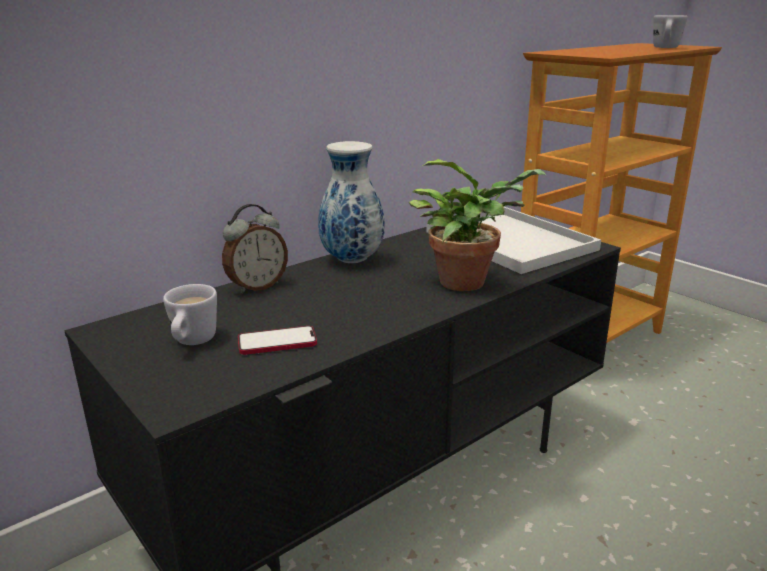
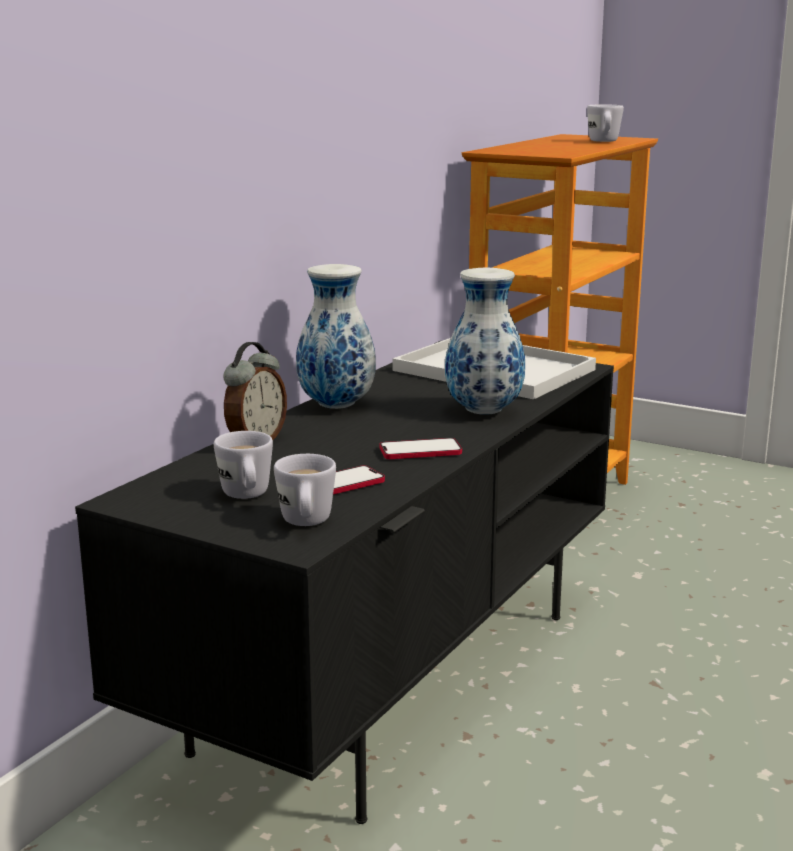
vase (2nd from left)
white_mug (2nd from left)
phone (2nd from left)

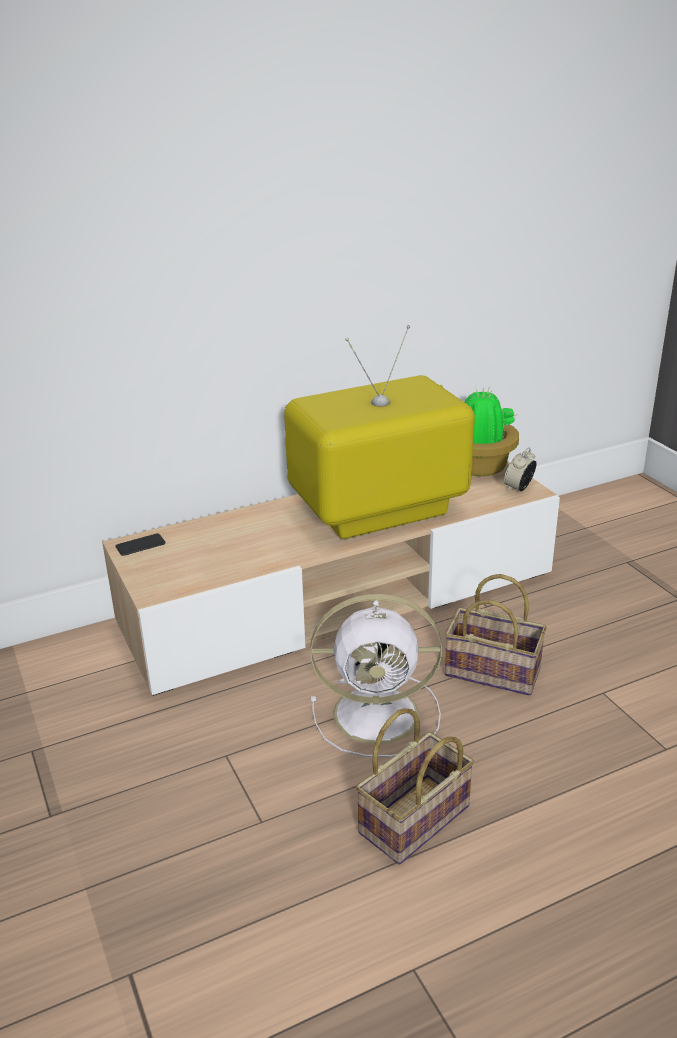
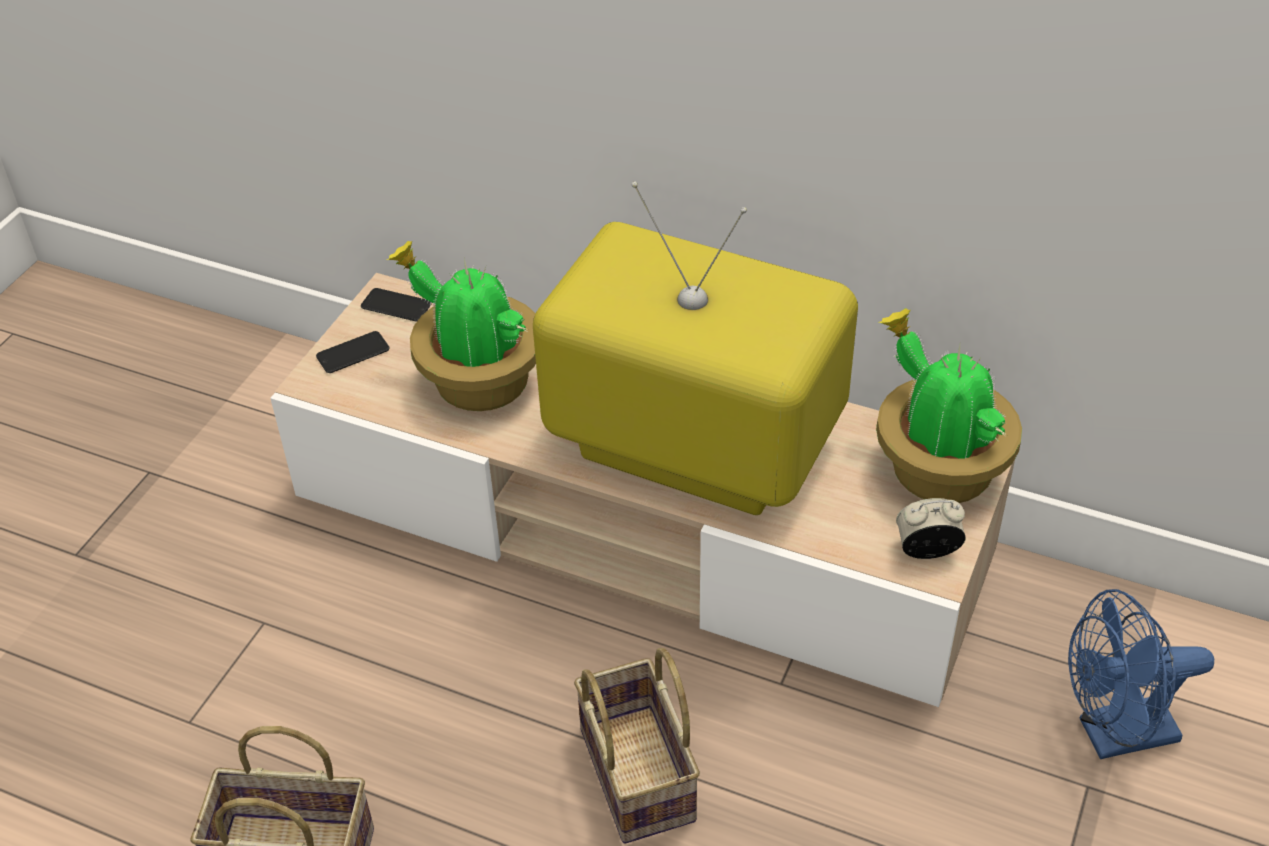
white_fan
phone (1st from left)
potted_plant (1st from left)
blue_fan

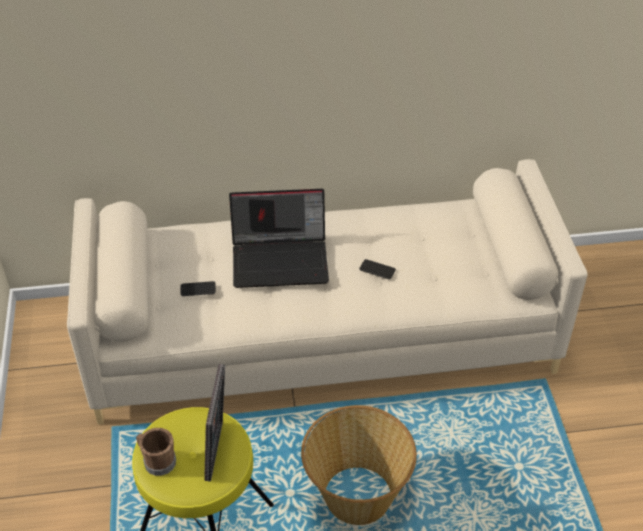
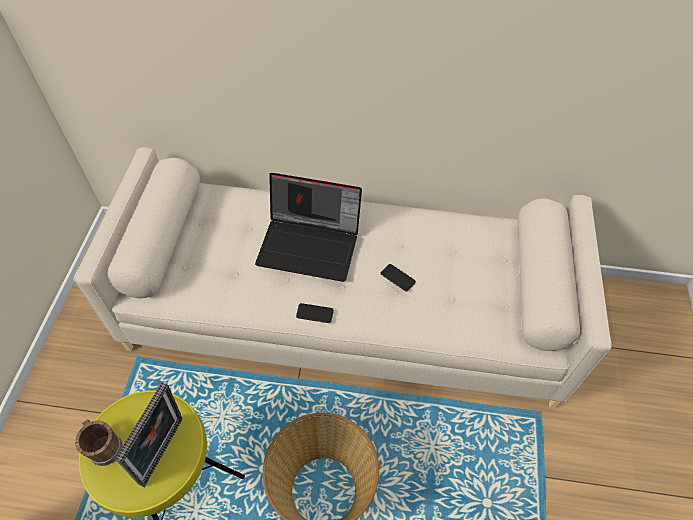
phone (1st from left)

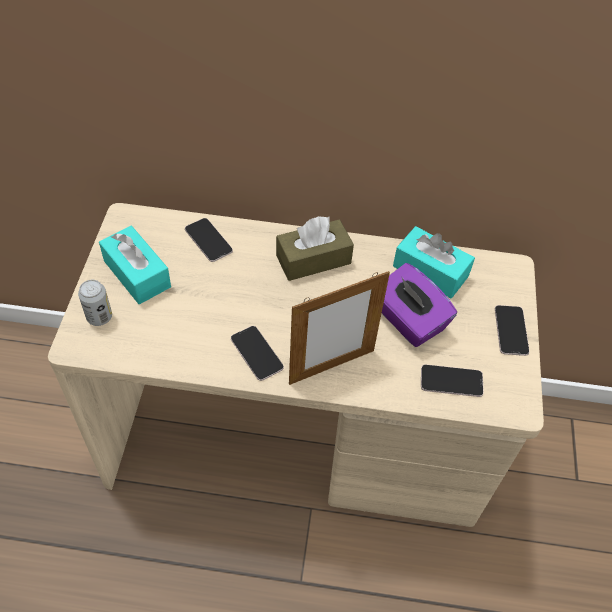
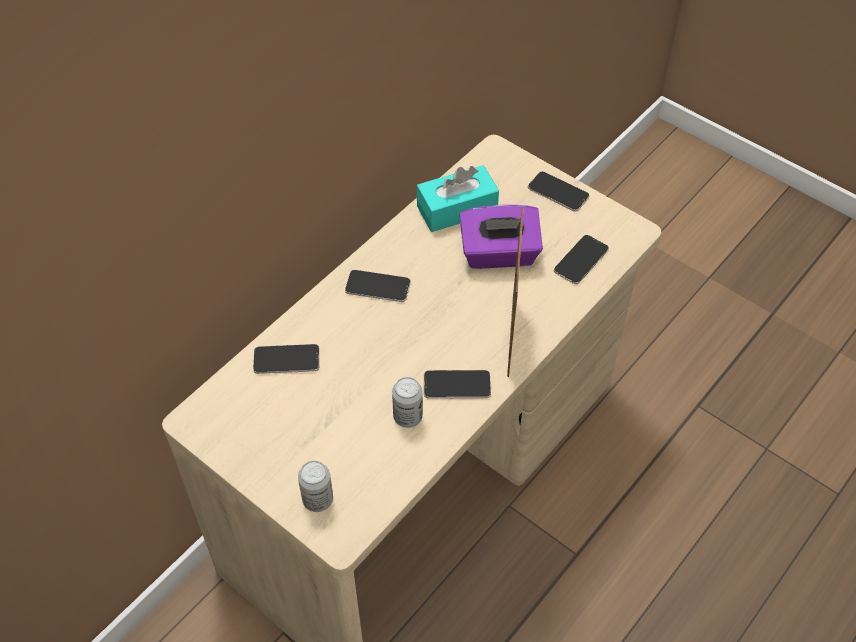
turquoise_tissue_box (1st from left in the first image)
phone (2nd from left)
can (2nd from left)

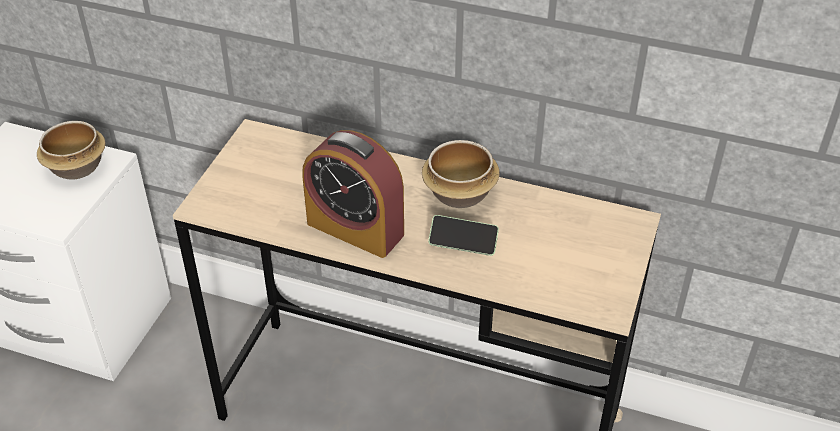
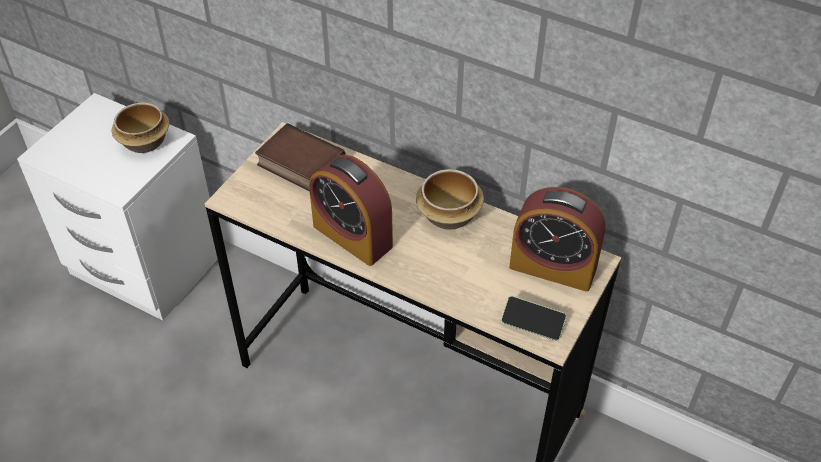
phone
book
alarm_clock (2nd from left)

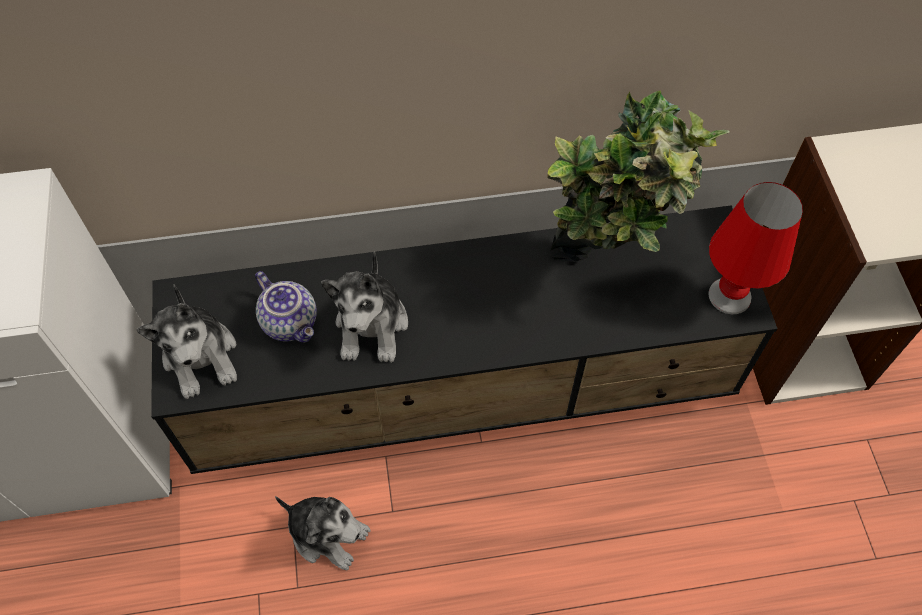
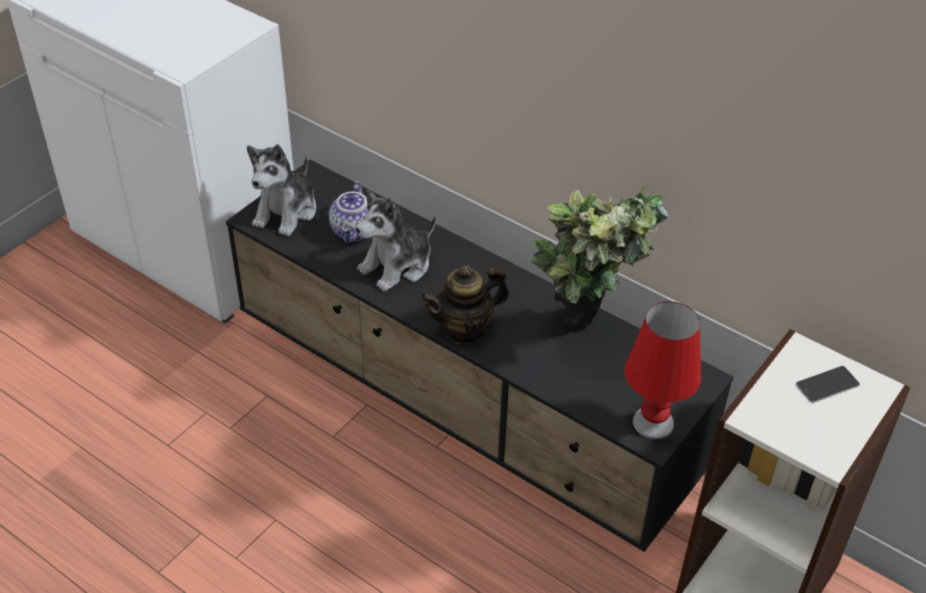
plush_toy (2nd from left in the first image)
teapot (2nd from left)
phone

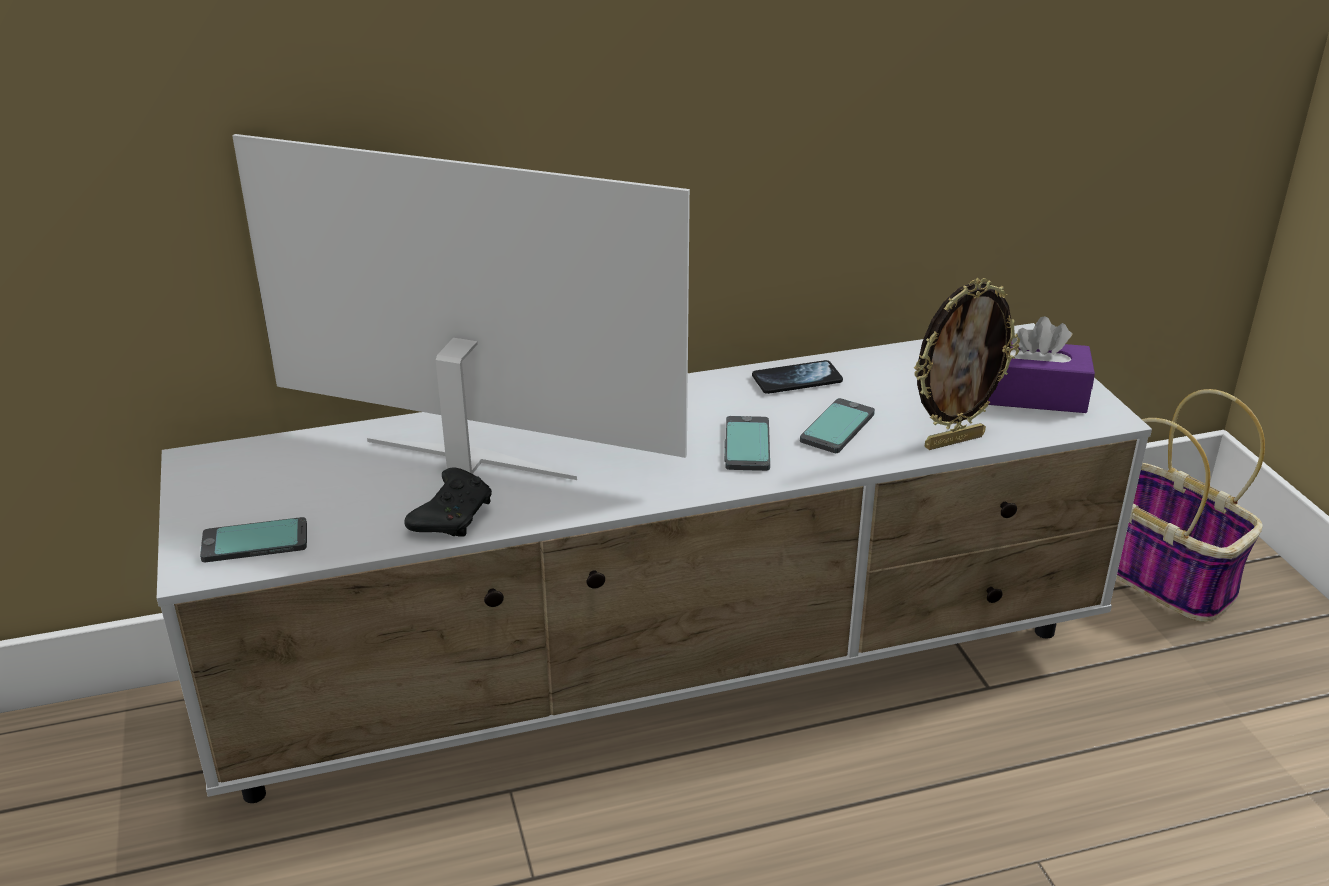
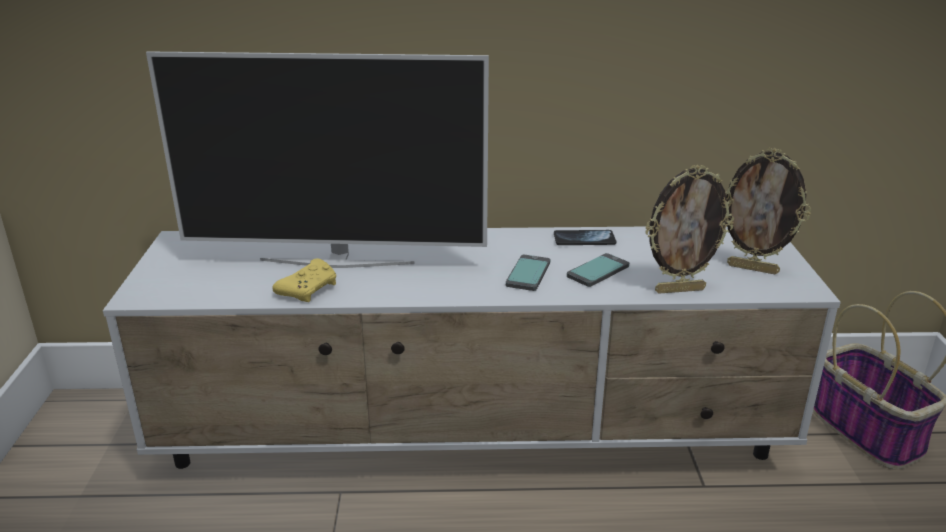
phone (1st from left in the first image)
television
yellow_game_controller
picture_frame (2nd from left)

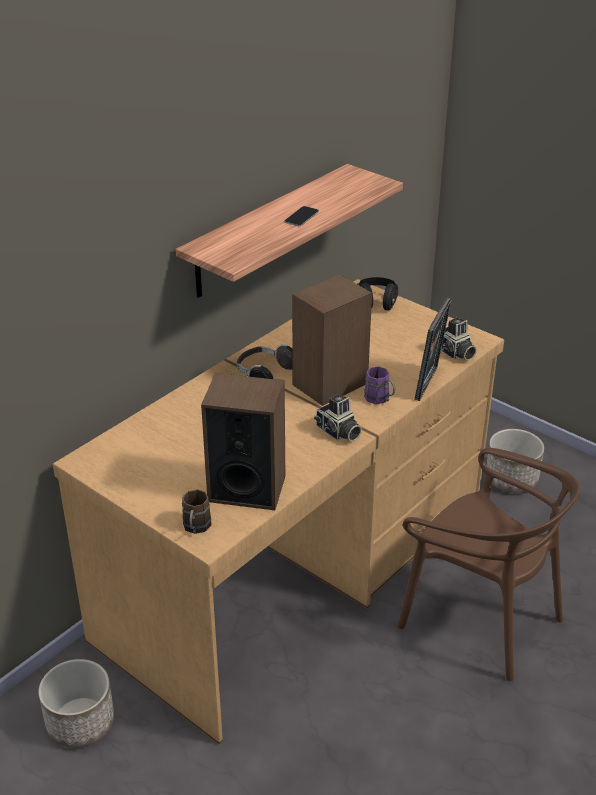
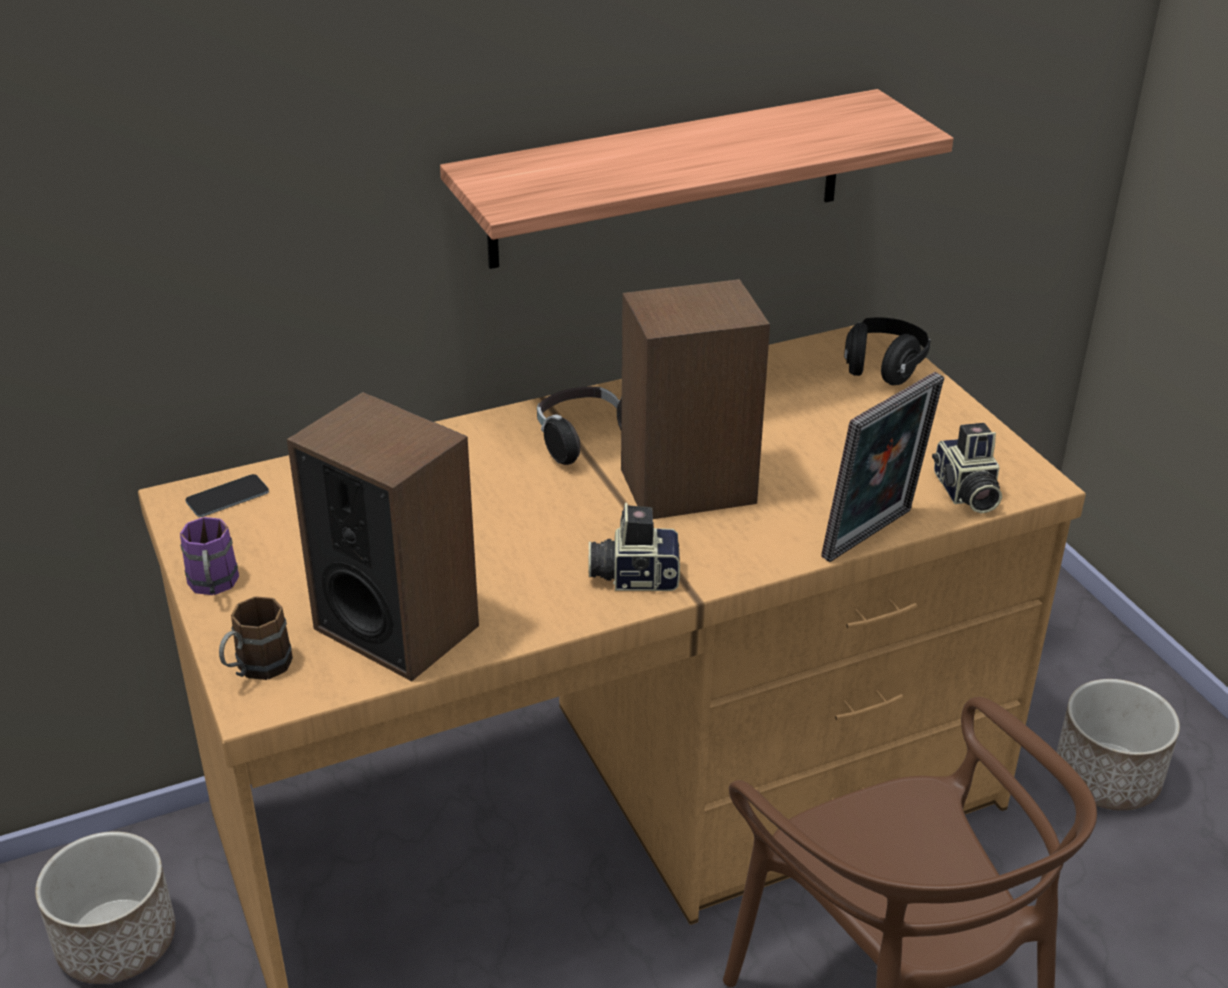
phone
photo_camera (1st from left)
purple_mug

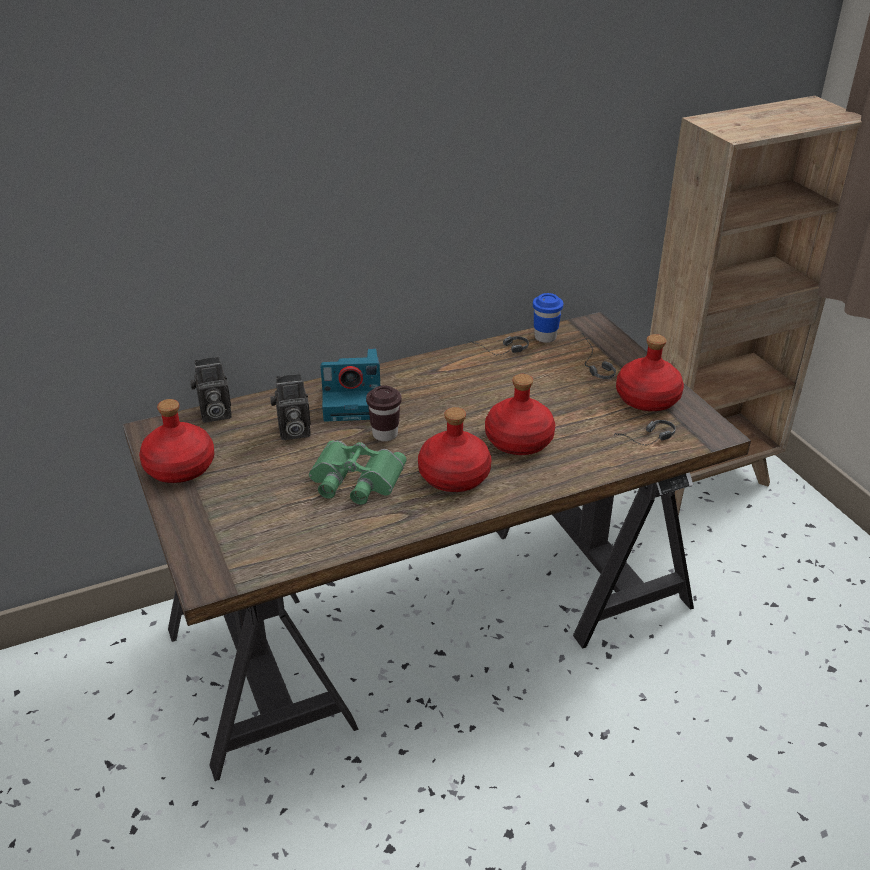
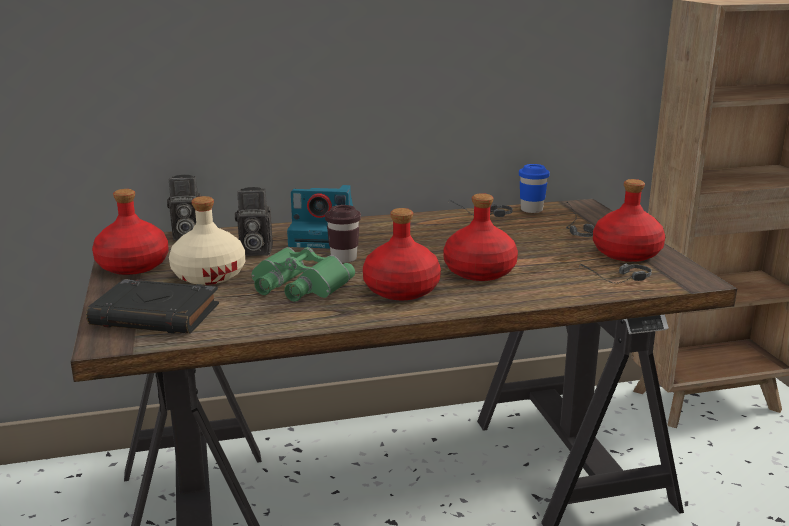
black_book
beige_bottle

